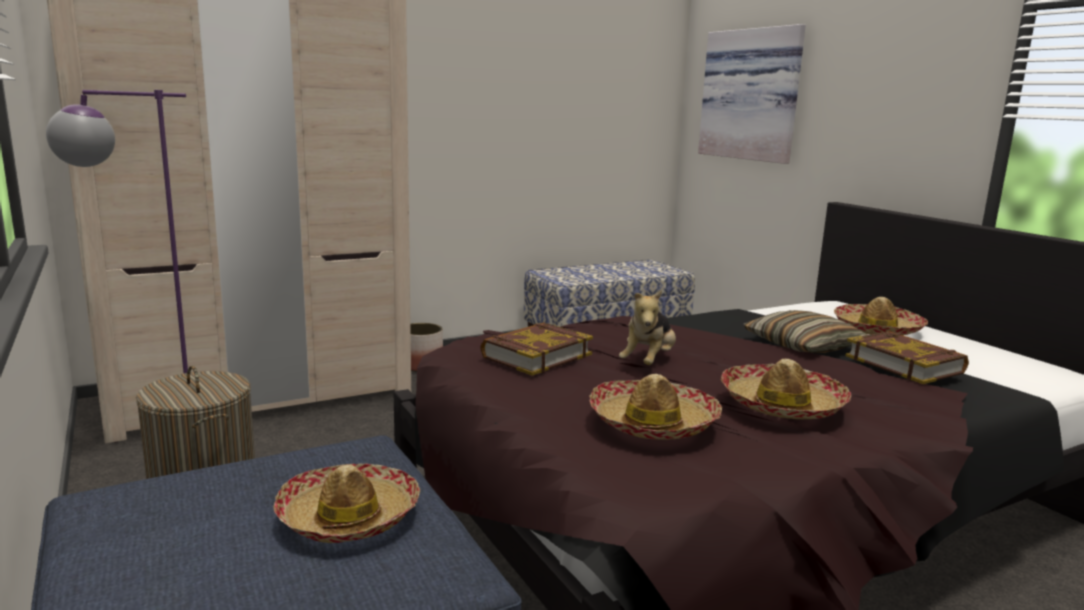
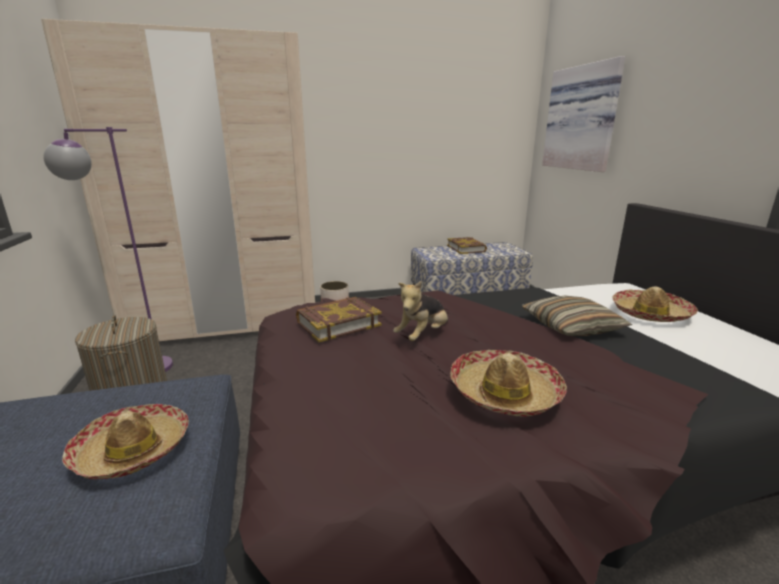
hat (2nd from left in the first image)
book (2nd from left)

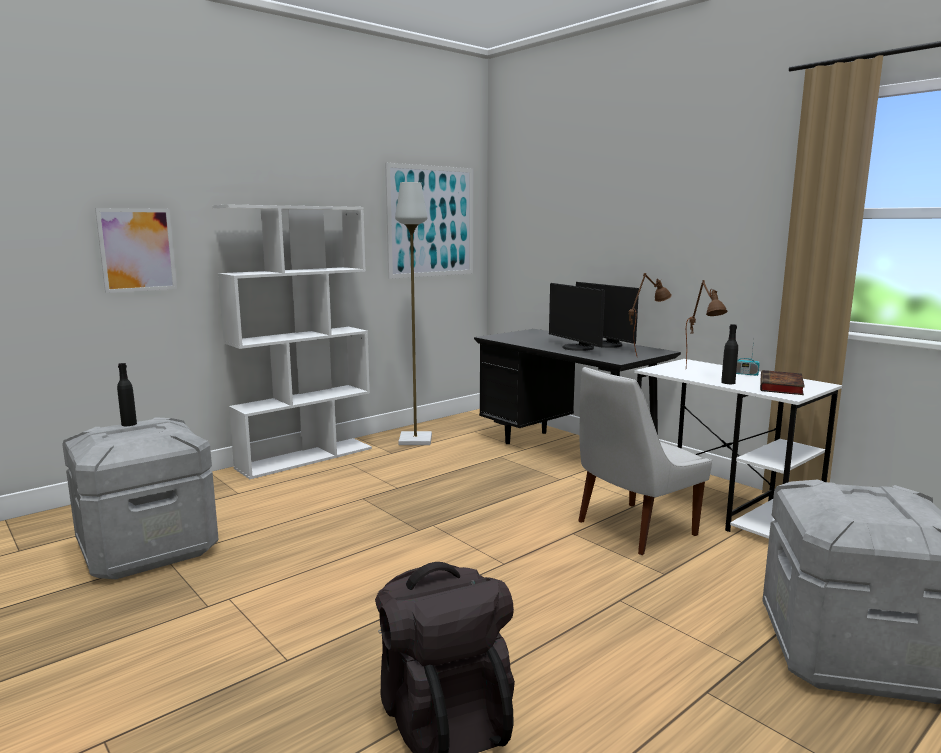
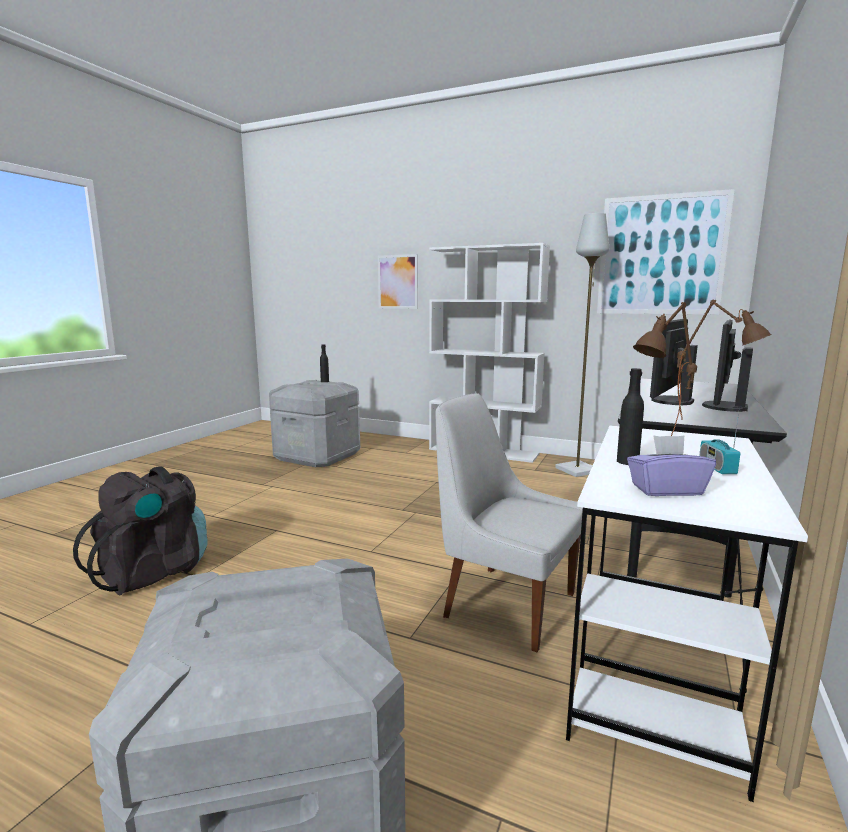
purple_tissue_box

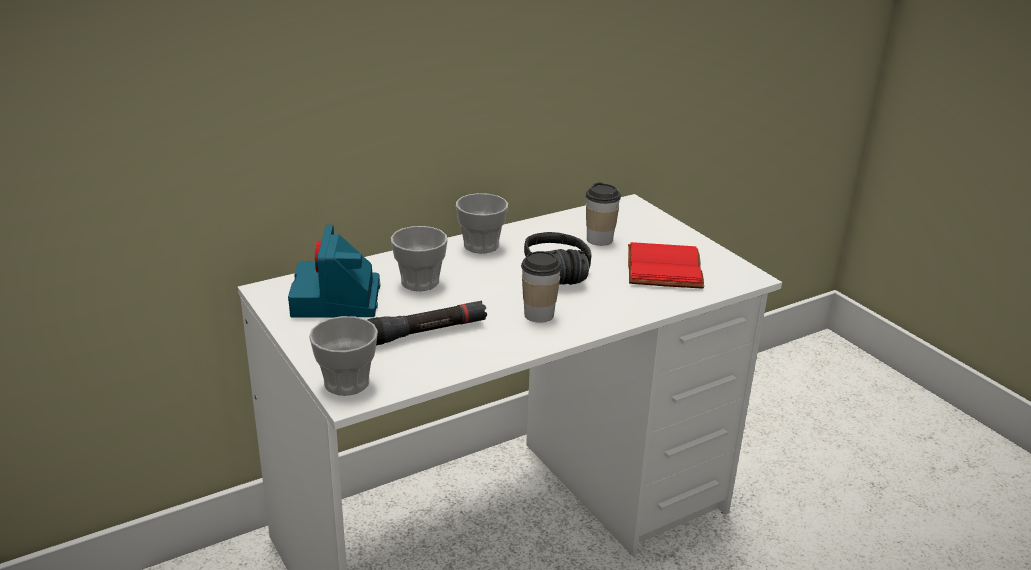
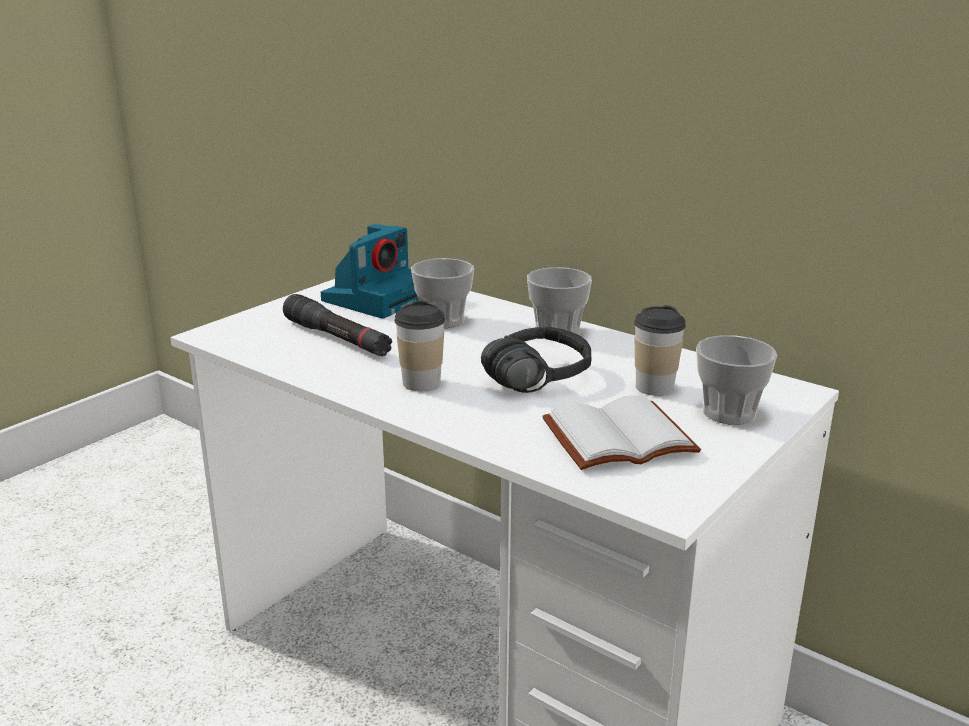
photo_camera
cup (5th from left)
white_book

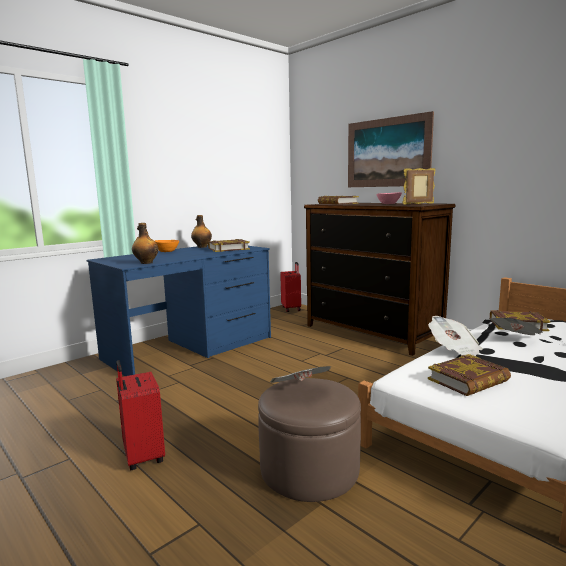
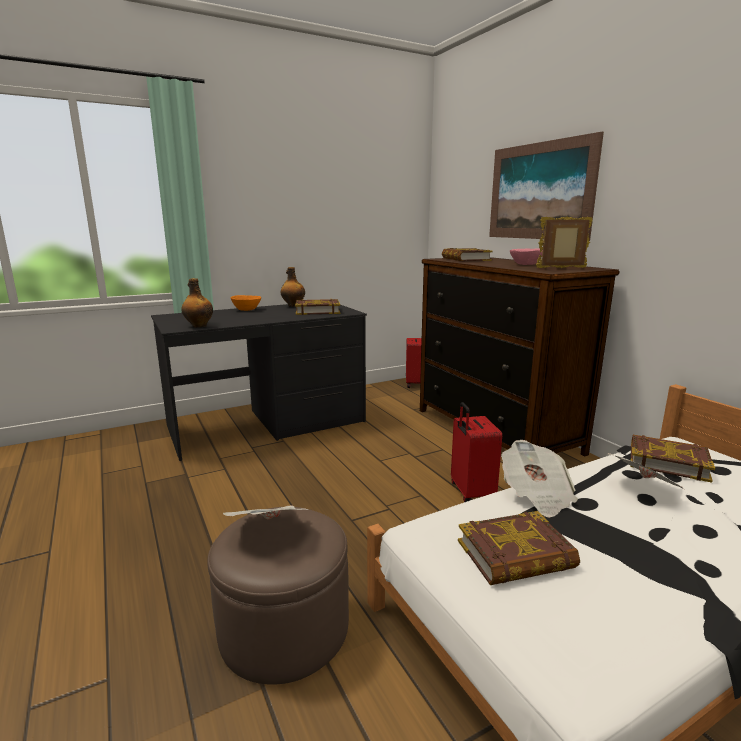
black_desk
red_suitcase (2nd from left)

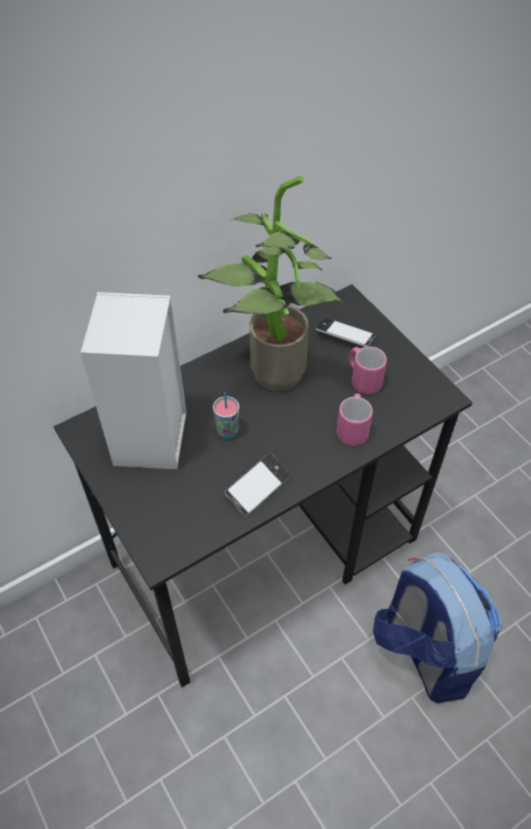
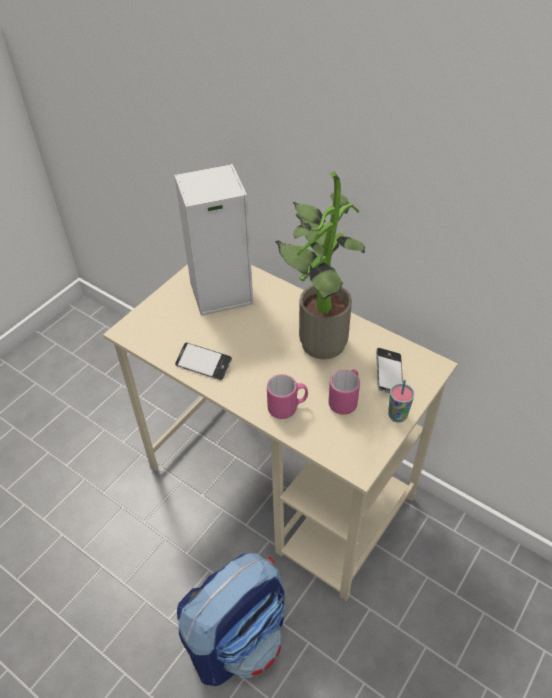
beige_desk
cup

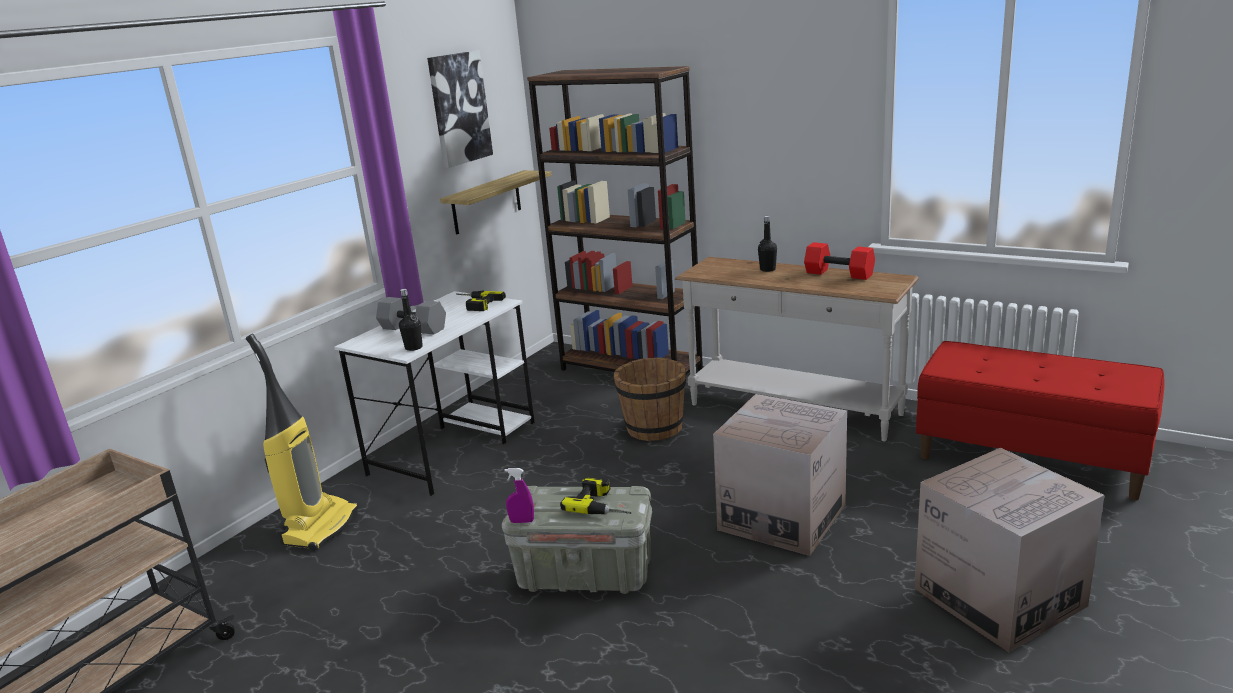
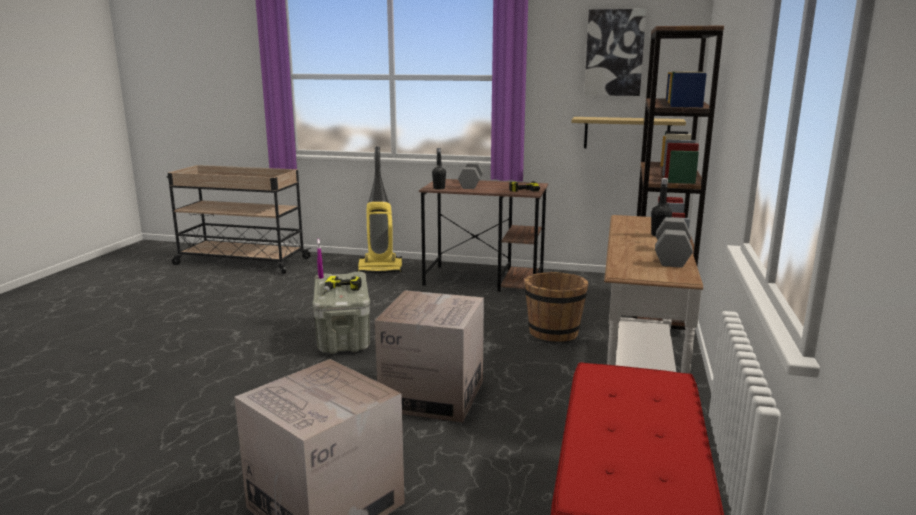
brown_desk
grey_dumbbell (2nd from left)

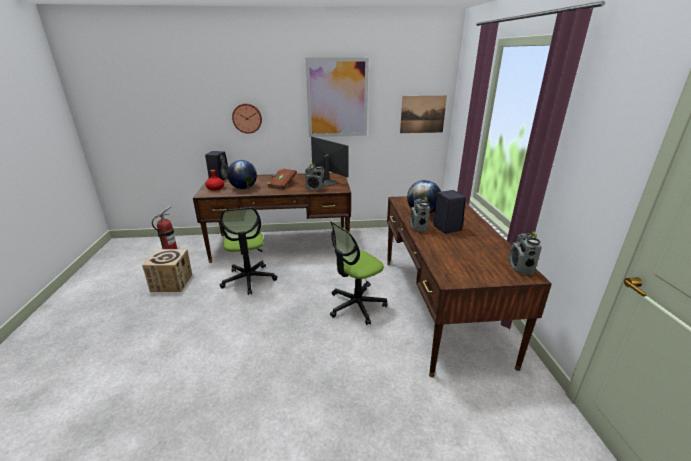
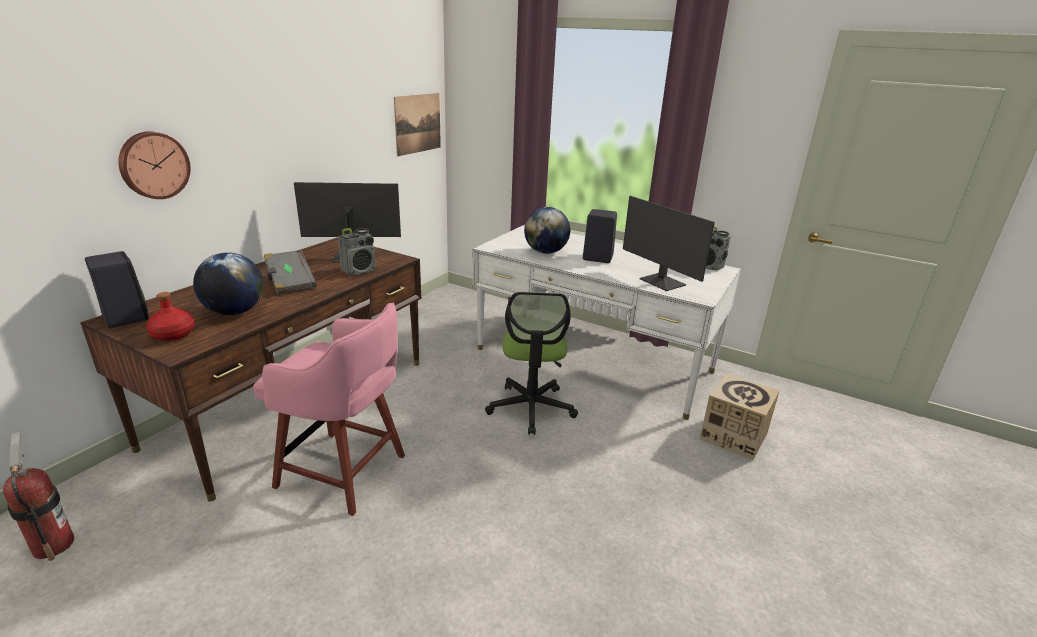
cardboard_box
pink_stool
grey_book
picture (1st from left in the first image)
white_desk
radio (2nd from left in the first image)
monitor (2nd from left)

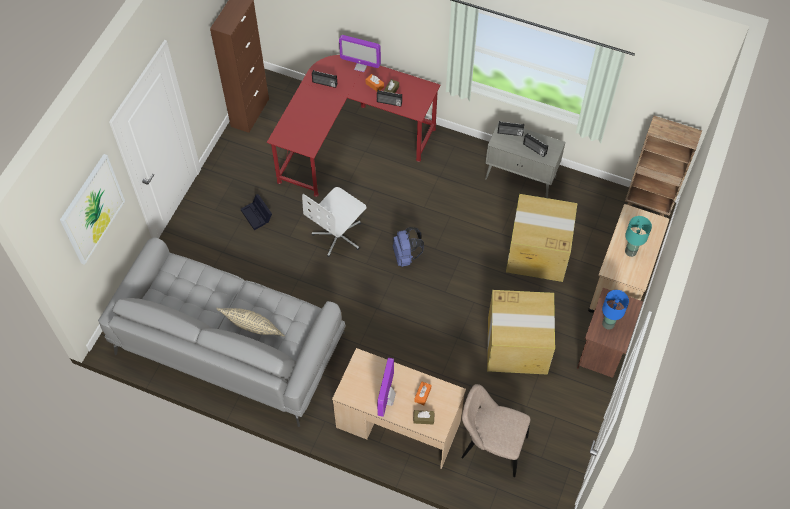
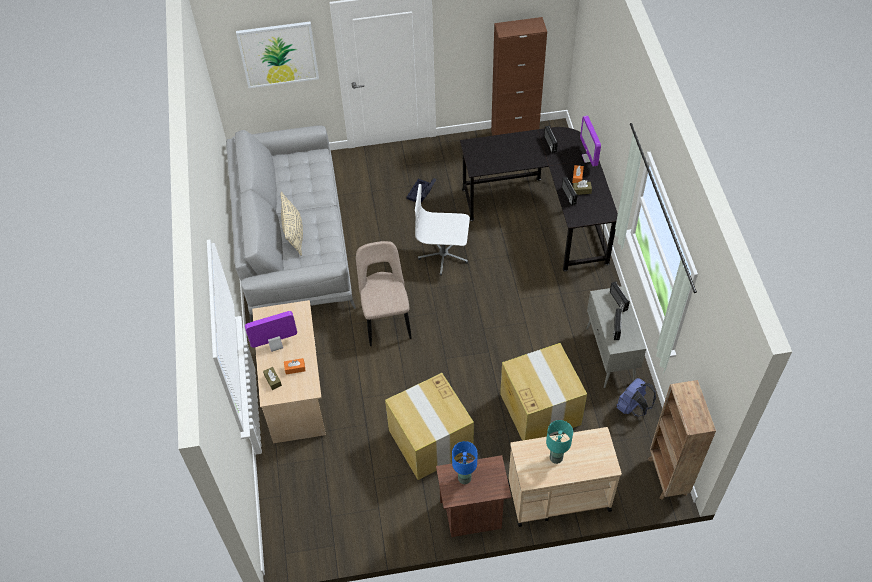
black_desk
blue_backpack
beige_chair

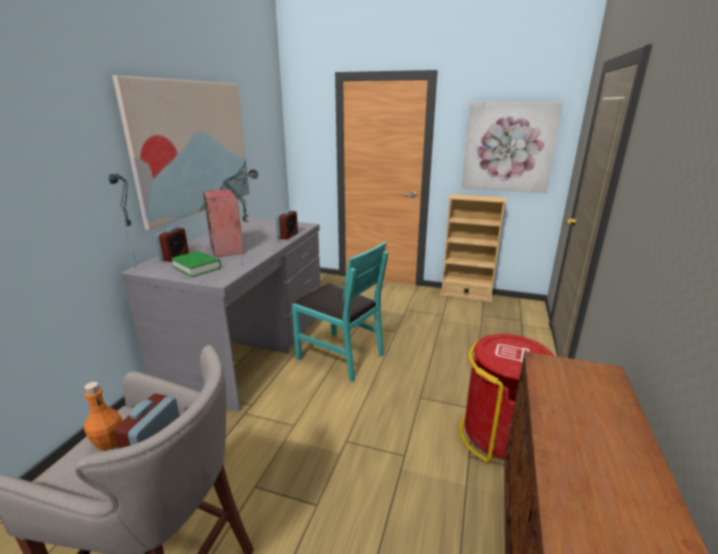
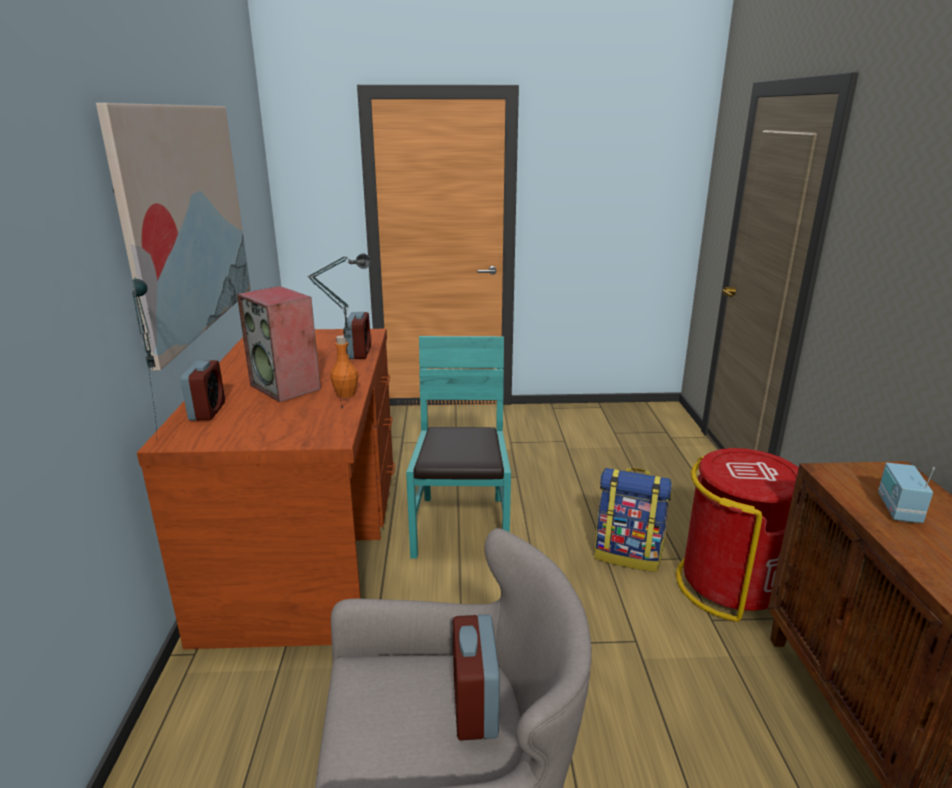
orange_bottle
brown_desk
green_book
turquoise_chair
beige_bookcase
picture (2nd from left in the first image)
backpack
radio

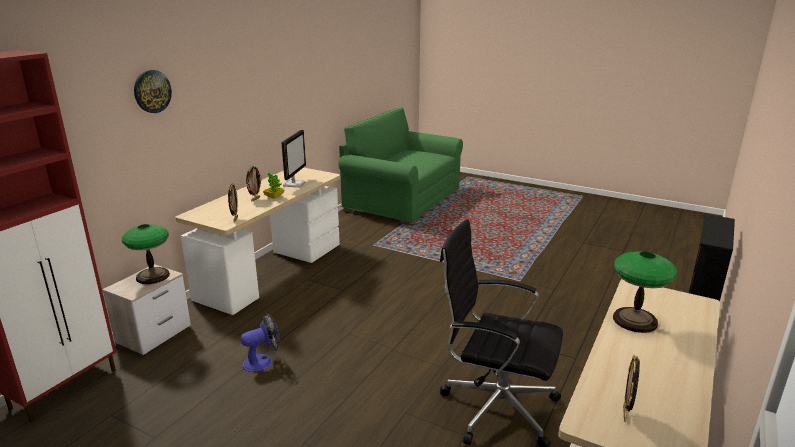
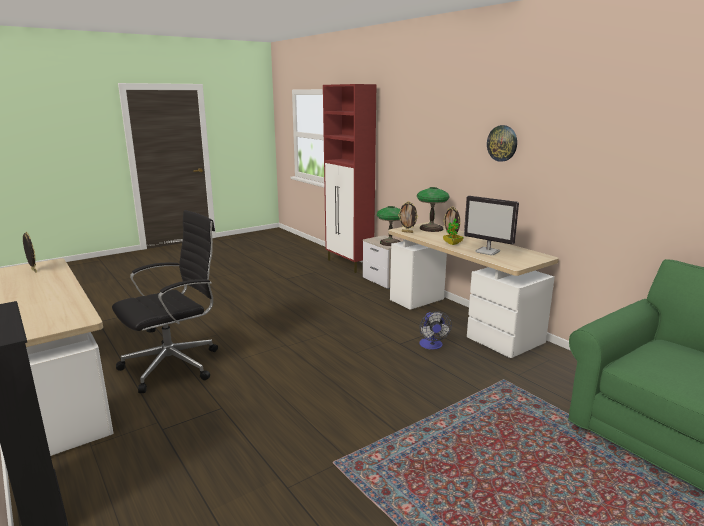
wall_clock
fan
table_lamp (2nd from left)

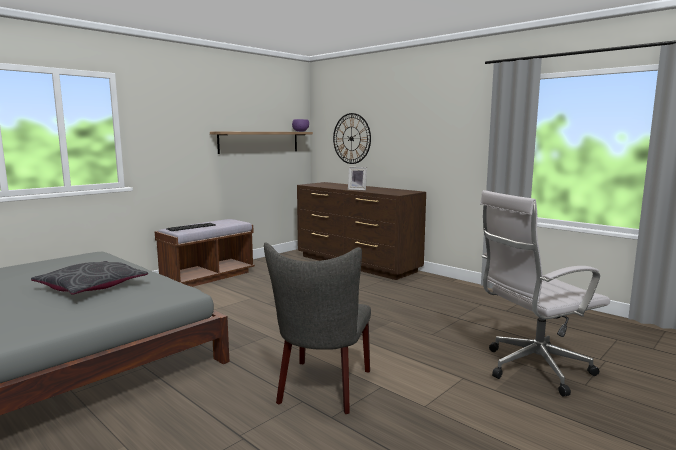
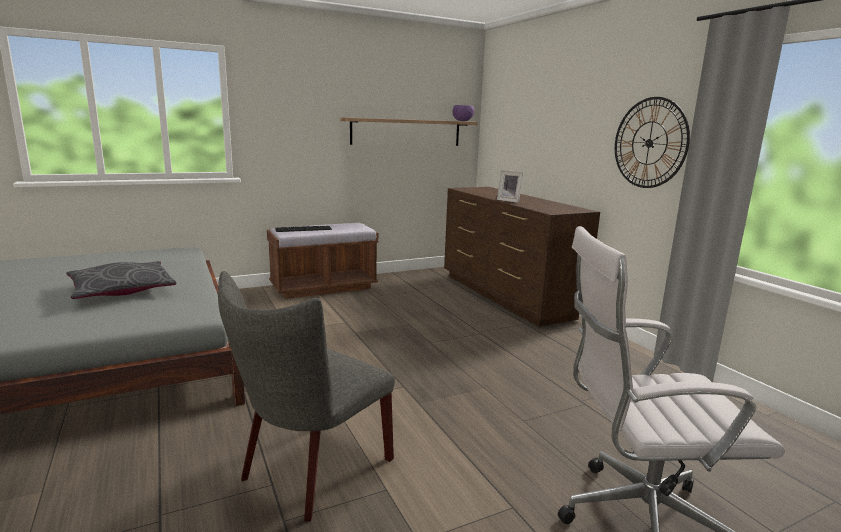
wall_clock

